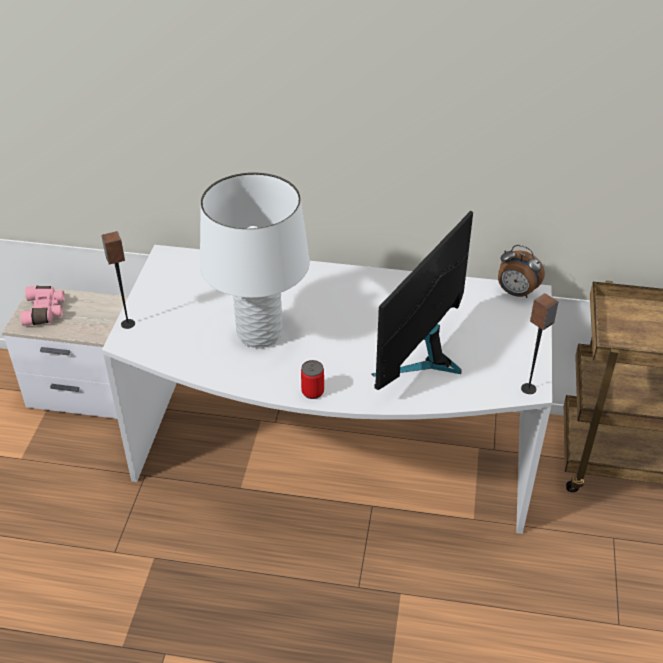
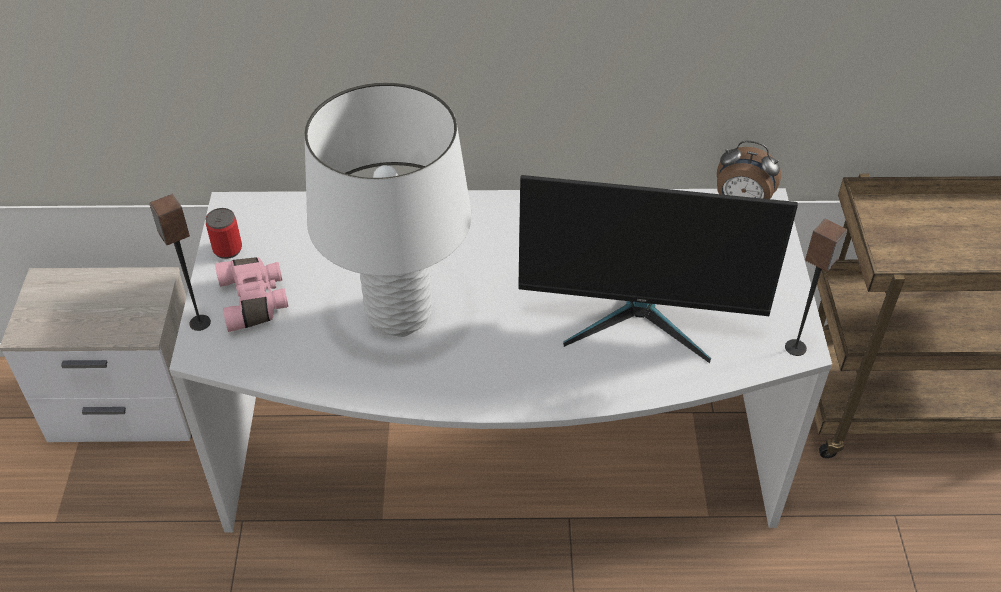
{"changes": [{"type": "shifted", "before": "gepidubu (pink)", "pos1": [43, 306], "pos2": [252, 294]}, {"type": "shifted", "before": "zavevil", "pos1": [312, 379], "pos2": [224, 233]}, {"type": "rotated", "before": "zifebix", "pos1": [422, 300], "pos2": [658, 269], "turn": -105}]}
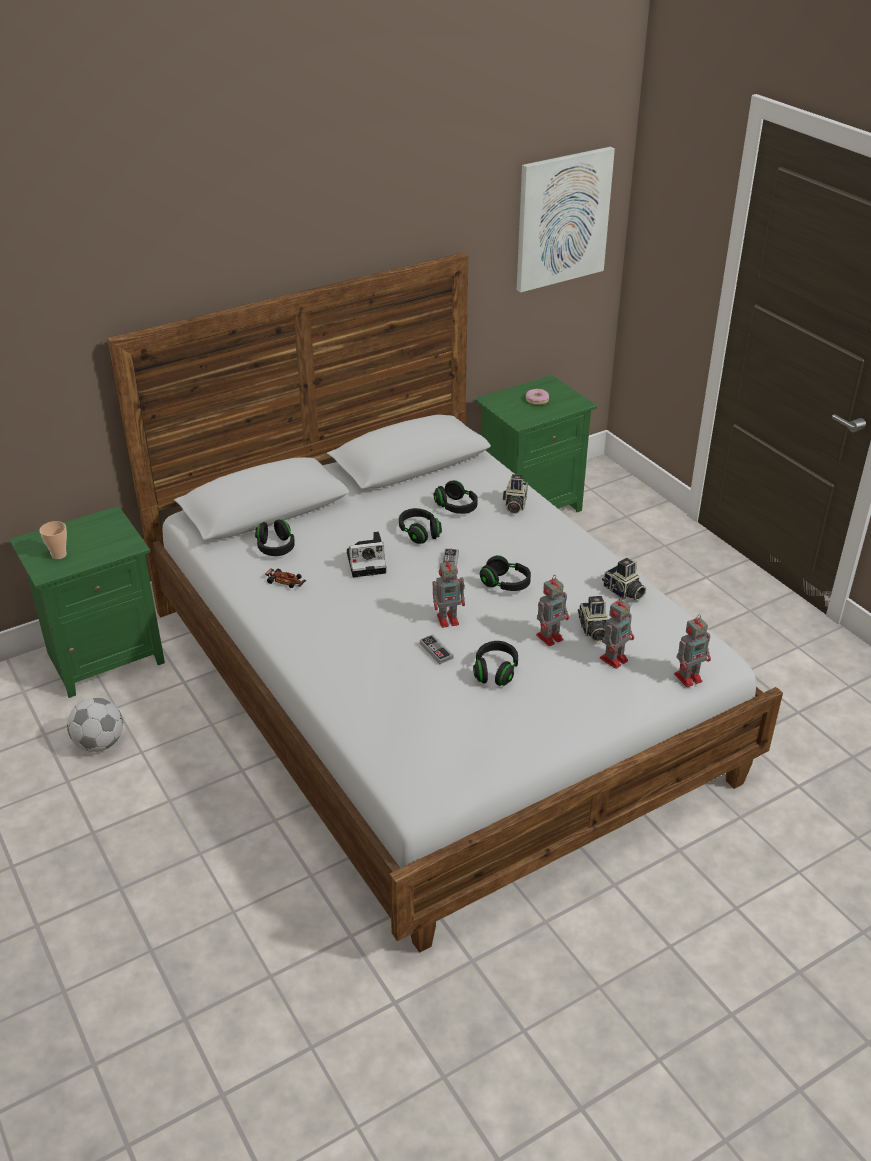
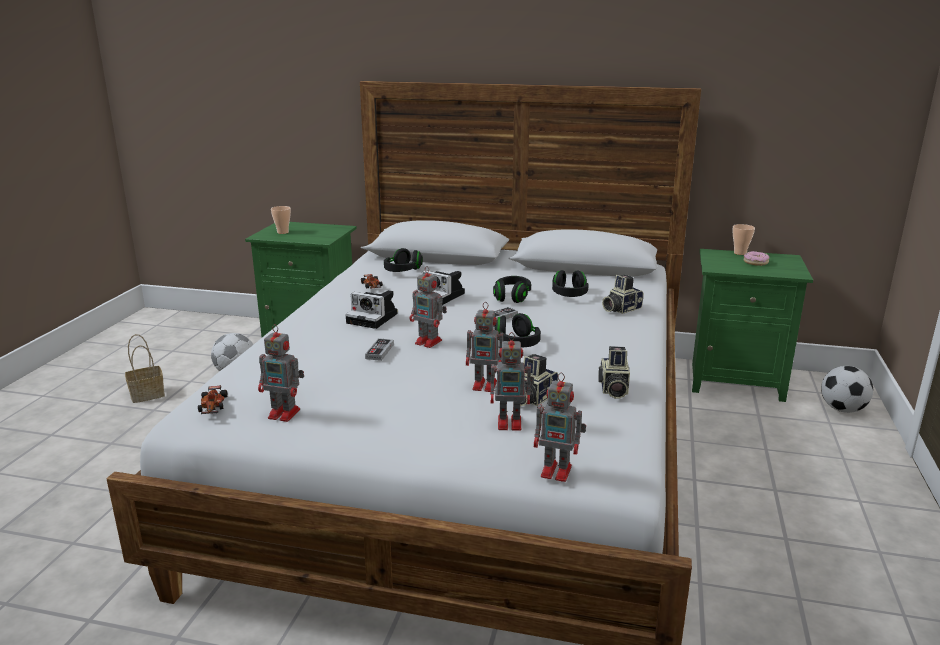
{"changes": [{"type": "gone", "before": "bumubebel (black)", "pos1": [495, 663]}, {"type": "gone", "before": "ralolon", "pos1": [566, 219]}, {"type": "new", "after": "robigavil", "pos2": [145, 368]}, {"type": "new", "after": "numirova", "pos2": [213, 399]}, {"type": "new", "after": "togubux", "pos2": [281, 373]}, {"type": "new", "after": "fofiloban", "pos2": [371, 309]}, {"type": "new", "after": "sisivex", "pos2": [743, 239]}, {"type": "new", "after": "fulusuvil", "pos2": [847, 389]}]}
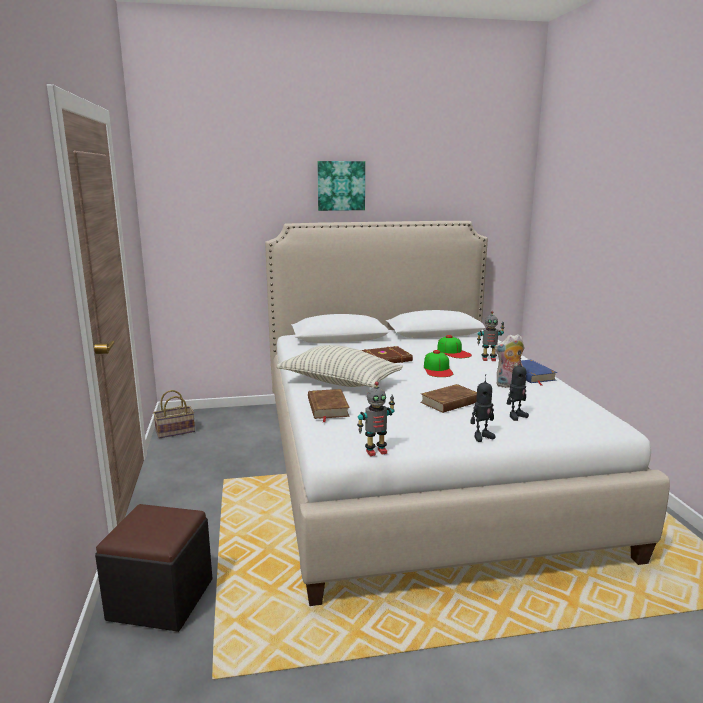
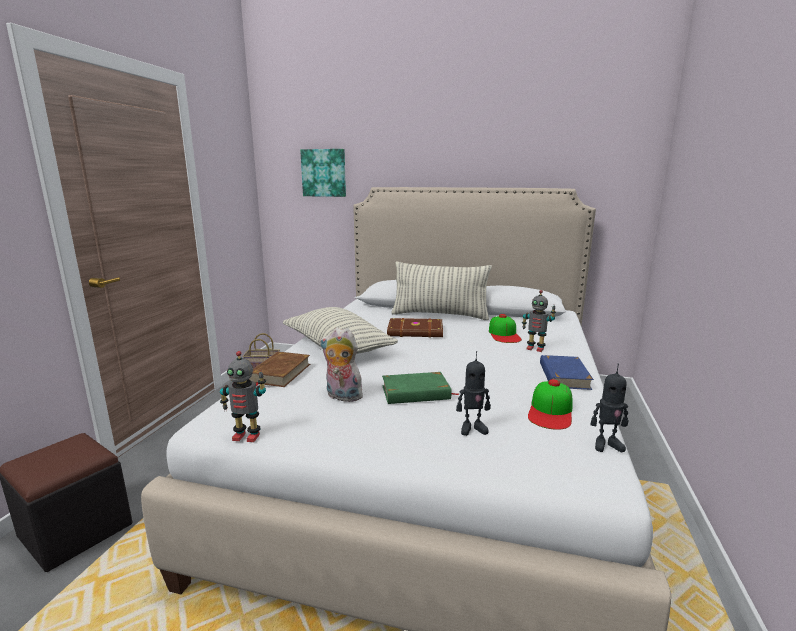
{"changes": [{"type": "shifted", "before": "ralolon", "pos1": [341, 186], "pos2": [323, 173]}, {"type": "repainted", "before": "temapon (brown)", "after": "temapon (green)", "pos1": [448, 398], "pos2": [420, 388]}, {"type": "shifted", "before": "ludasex", "pos1": [438, 363], "pos2": [550, 404]}, {"type": "shifted", "before": "togubux", "pos1": [482, 408], "pos2": [609, 407]}, {"type": "shifted", "before": "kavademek", "pos1": [510, 361], "pos2": [343, 364]}, {"type": "new", "after": "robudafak", "pos2": [441, 291]}]}
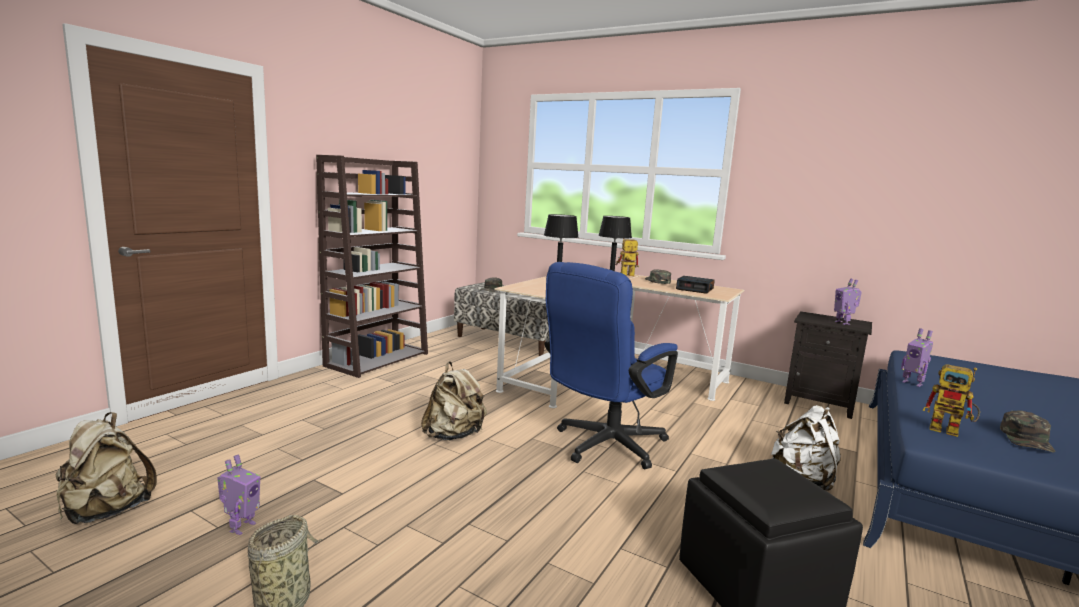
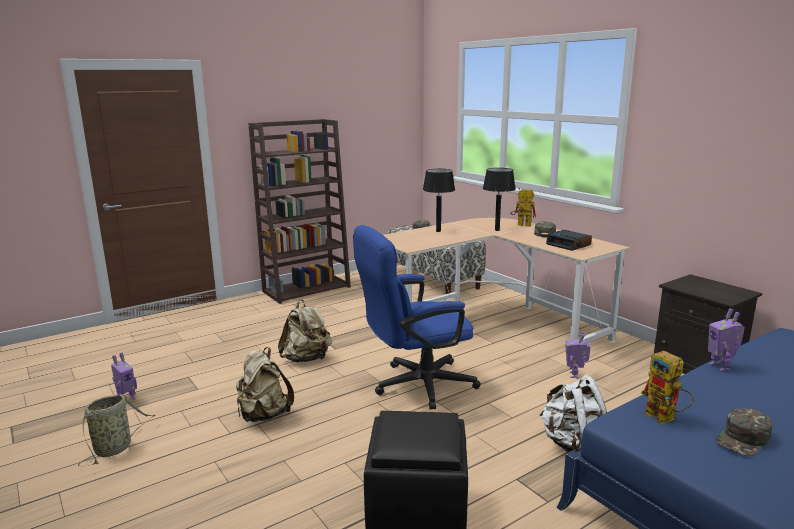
{"changes": [{"type": "shifted", "before": "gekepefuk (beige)", "pos1": [106, 468], "pos2": [265, 384]}, {"type": "shifted", "before": "togubux", "pos1": [848, 301], "pos2": [578, 355]}]}
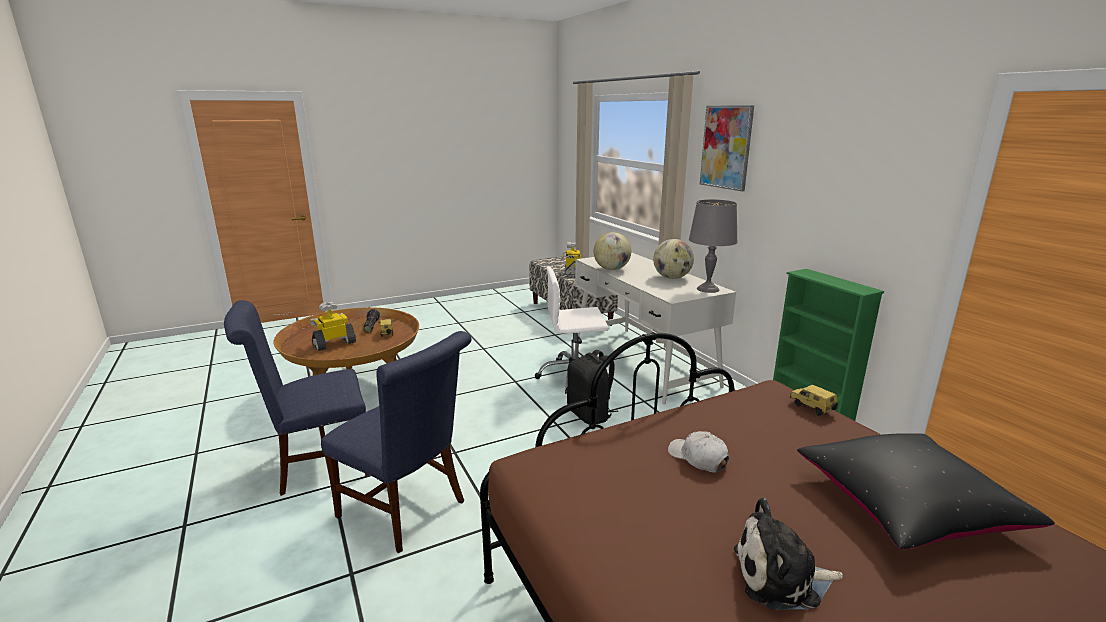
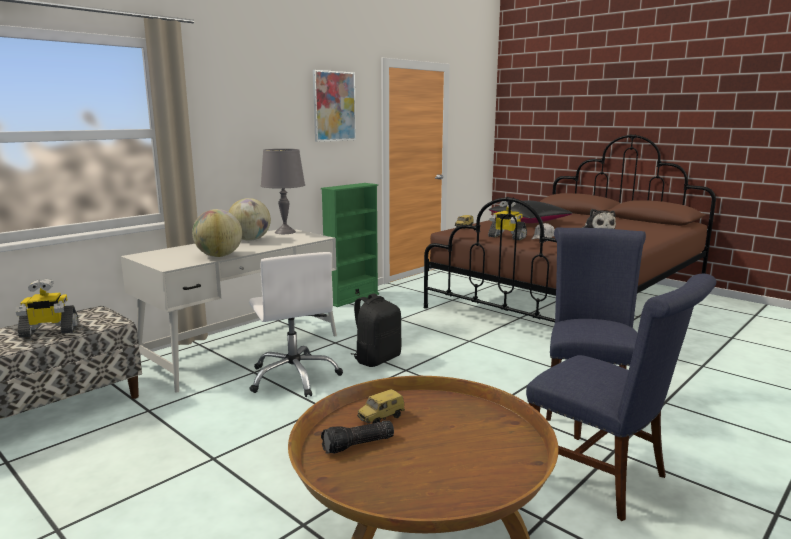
{"changes": [{"type": "shifted", "before": "togubux", "pos1": [333, 326], "pos2": [507, 220]}, {"type": "shifted", "before": "ralolon", "pos1": [727, 148], "pos2": [334, 106]}]}
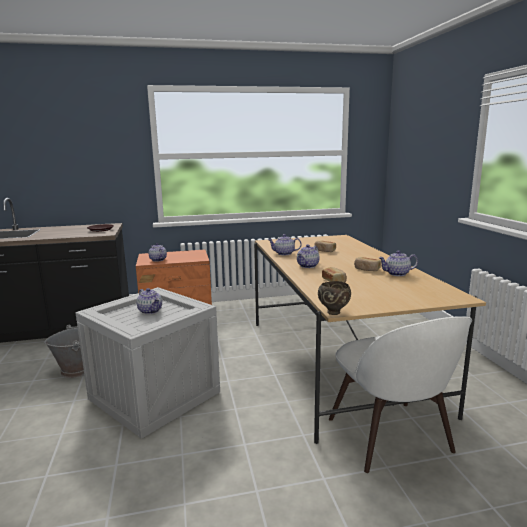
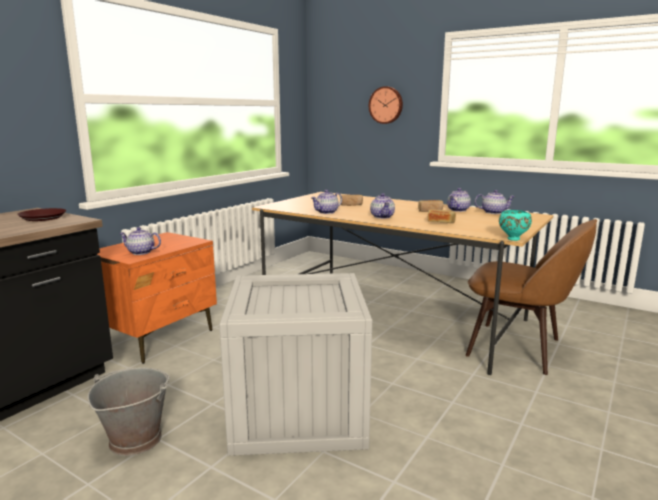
{"changes": [{"type": "shifted", "before": "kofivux", "pos1": [149, 301], "pos2": [495, 202]}, {"type": "repainted", "before": "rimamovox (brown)", "after": "rimamovox (turquoise)", "pos1": [334, 298], "pos2": [515, 225]}, {"type": "repainted", "before": "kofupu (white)", "after": "kofupu (brown)", "pos1": [400, 394], "pos2": [531, 297]}, {"type": "new", "after": "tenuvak", "pos2": [386, 105]}]}
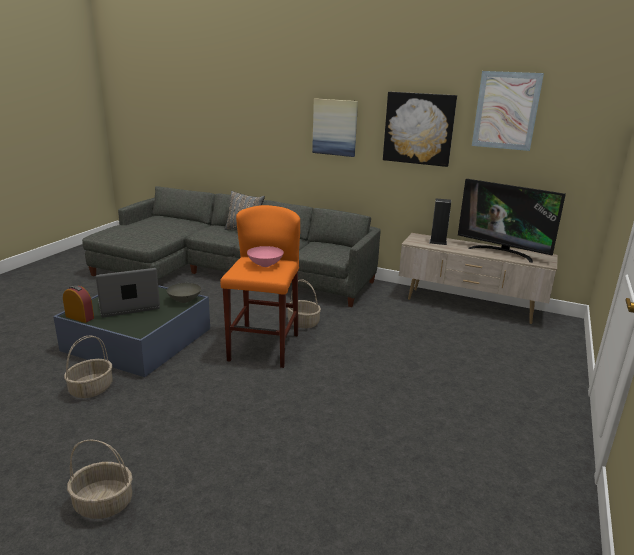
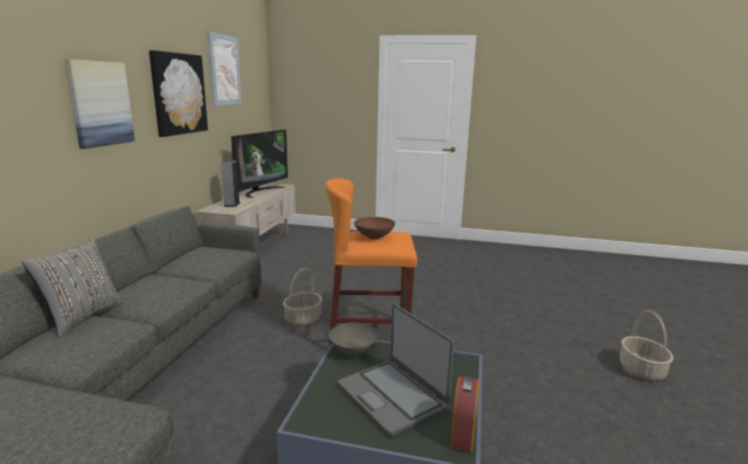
{"changes": [{"type": "gone", "before": "robigavil", "pos1": [88, 366]}, {"type": "repainted", "before": "rimamovox (pink)", "after": "rimamovox (brown)", "pos1": [265, 256], "pos2": [374, 228]}]}
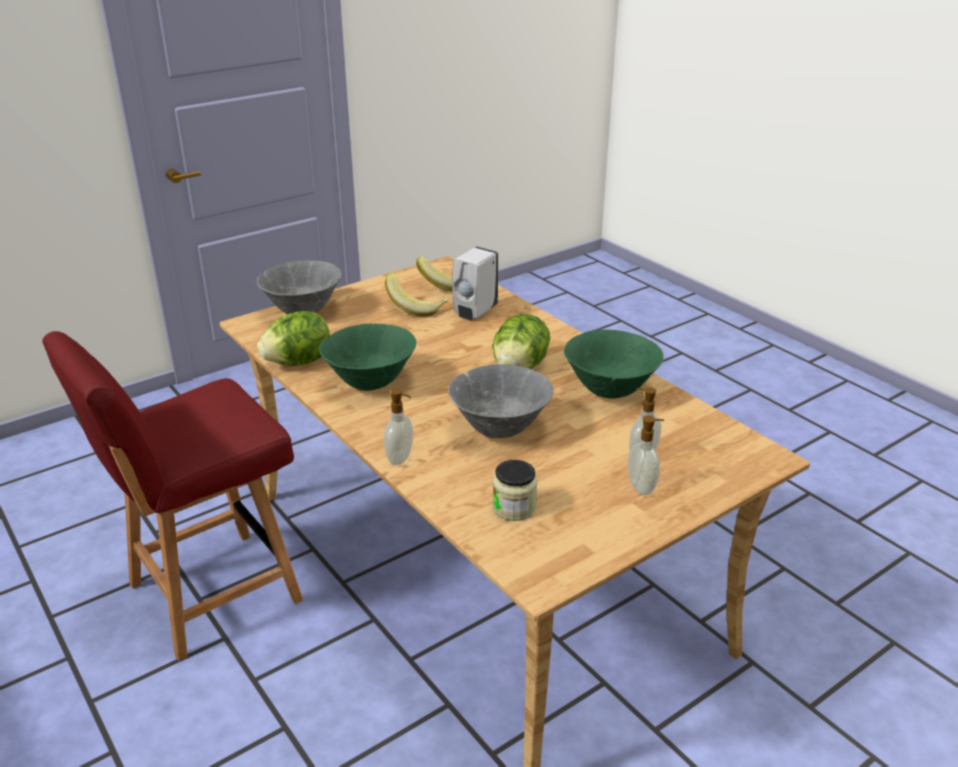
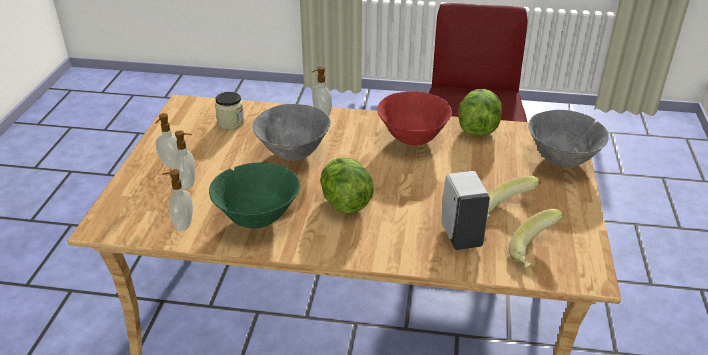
{"changes": [{"type": "repainted", "before": "rimamovox (green)", "after": "rimamovox (red)", "pos1": [368, 357], "pos2": [414, 118]}, {"type": "new", "after": "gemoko", "pos2": [177, 200]}]}
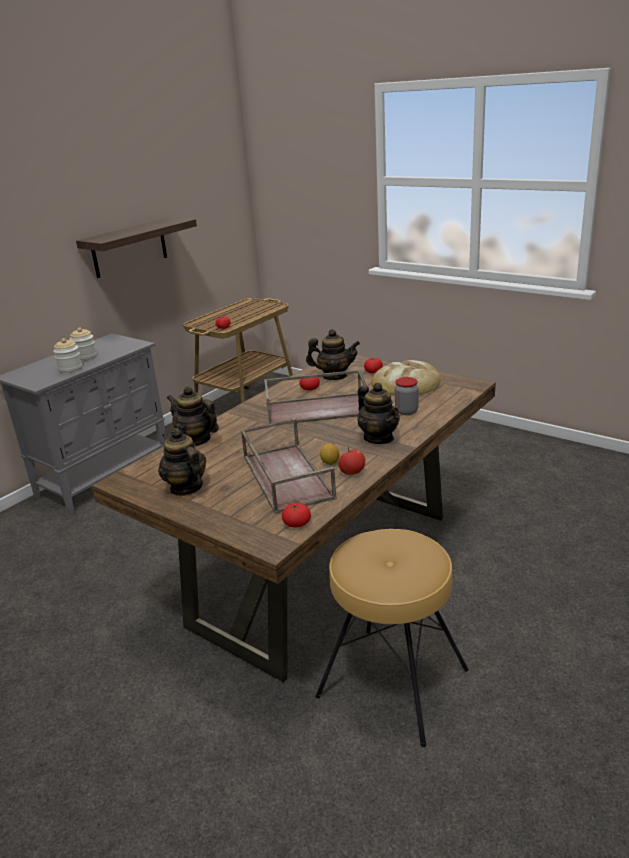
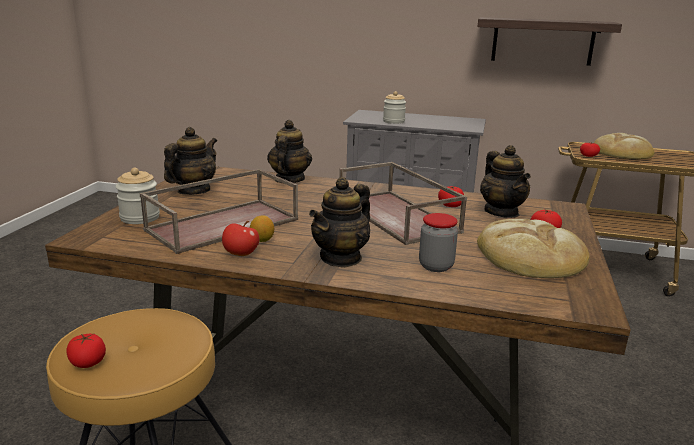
{"changes": [{"type": "shifted", "before": "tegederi", "pos1": [83, 344], "pos2": [138, 196]}, {"type": "shifted", "before": "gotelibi", "pos1": [296, 515], "pos2": [86, 350]}, {"type": "new", "after": "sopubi", "pos2": [624, 146]}]}
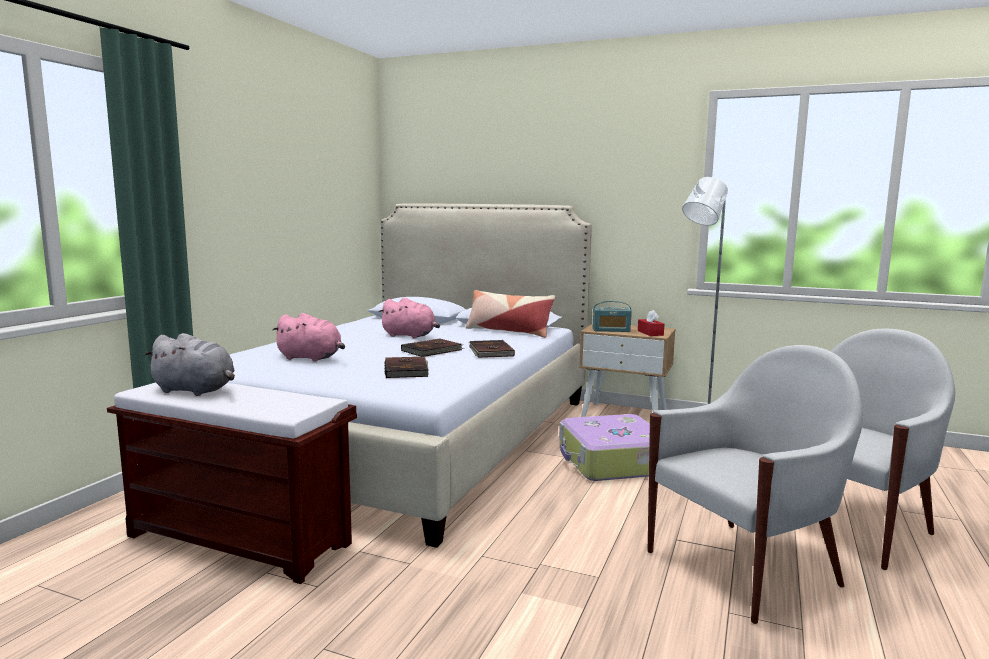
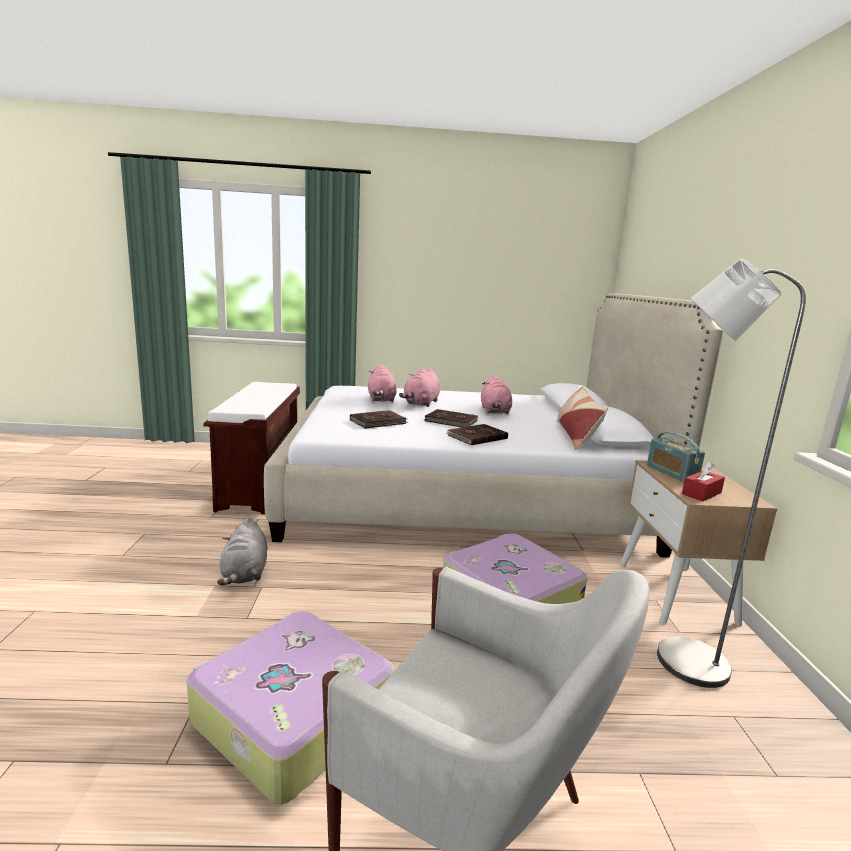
{"changes": [{"type": "shifted", "before": "kavademek (grey)", "pos1": [189, 364], "pos2": [242, 551]}, {"type": "swapped", "before": "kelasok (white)", "after": "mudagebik", "pos1": [755, 484], "pos2": [290, 707]}, {"type": "new", "after": "kavademek (pink)", "pos2": [419, 387]}]}
